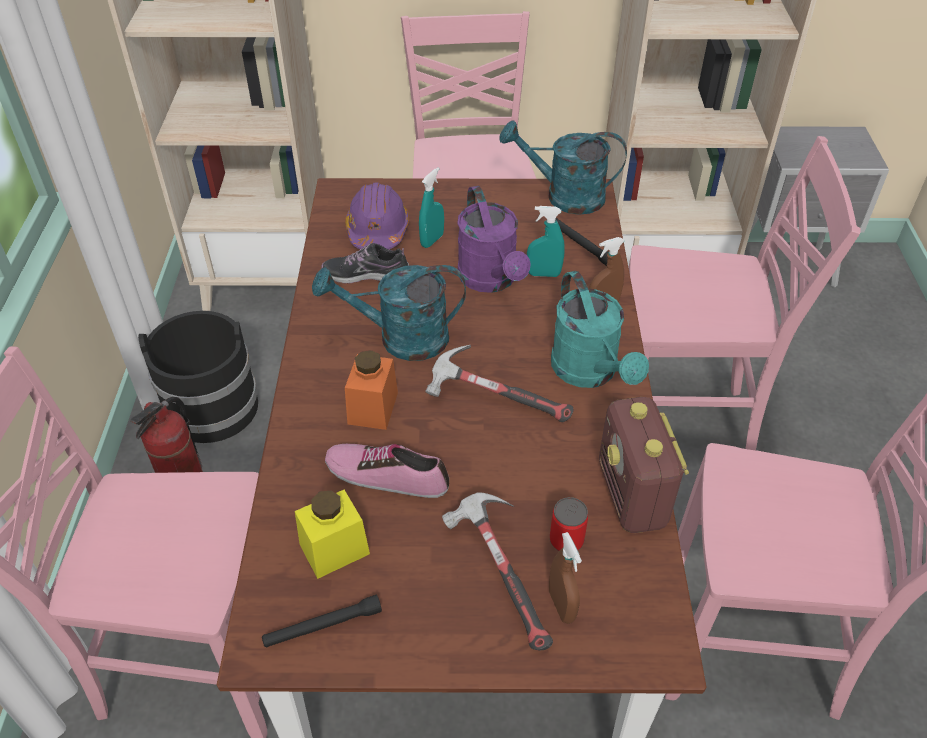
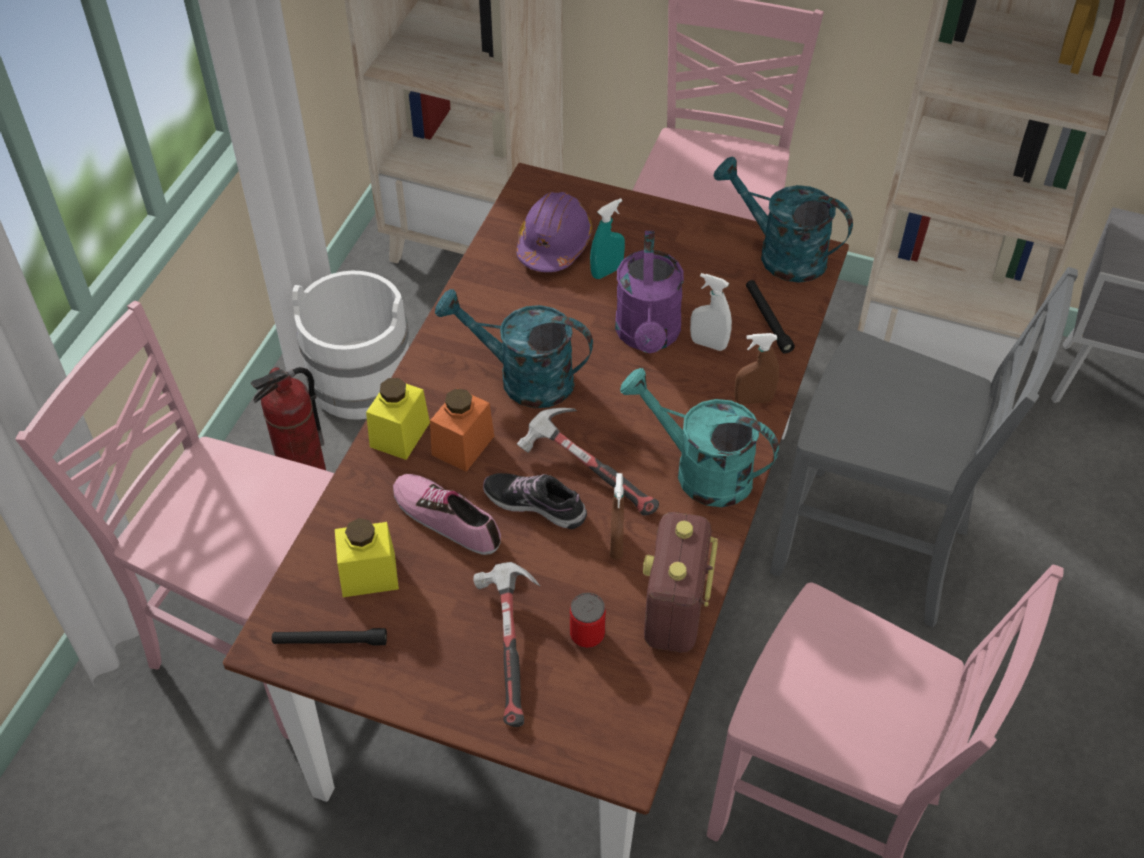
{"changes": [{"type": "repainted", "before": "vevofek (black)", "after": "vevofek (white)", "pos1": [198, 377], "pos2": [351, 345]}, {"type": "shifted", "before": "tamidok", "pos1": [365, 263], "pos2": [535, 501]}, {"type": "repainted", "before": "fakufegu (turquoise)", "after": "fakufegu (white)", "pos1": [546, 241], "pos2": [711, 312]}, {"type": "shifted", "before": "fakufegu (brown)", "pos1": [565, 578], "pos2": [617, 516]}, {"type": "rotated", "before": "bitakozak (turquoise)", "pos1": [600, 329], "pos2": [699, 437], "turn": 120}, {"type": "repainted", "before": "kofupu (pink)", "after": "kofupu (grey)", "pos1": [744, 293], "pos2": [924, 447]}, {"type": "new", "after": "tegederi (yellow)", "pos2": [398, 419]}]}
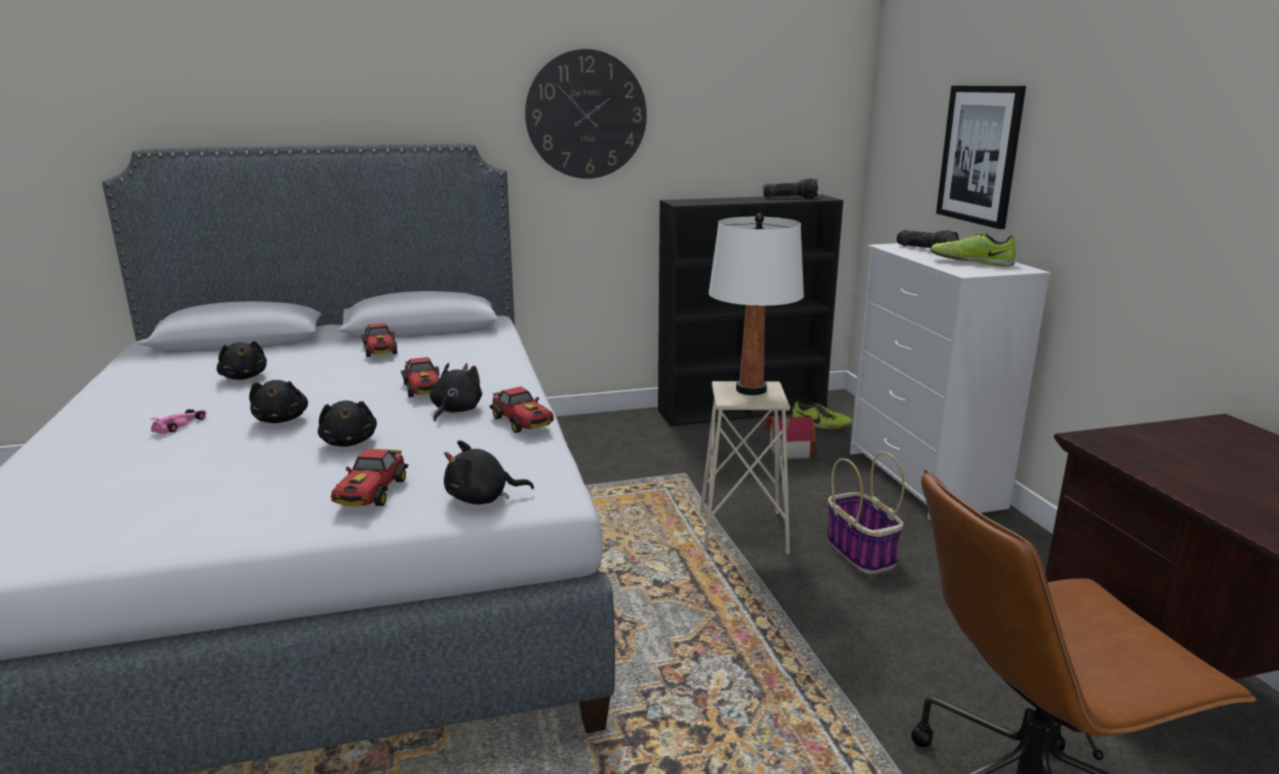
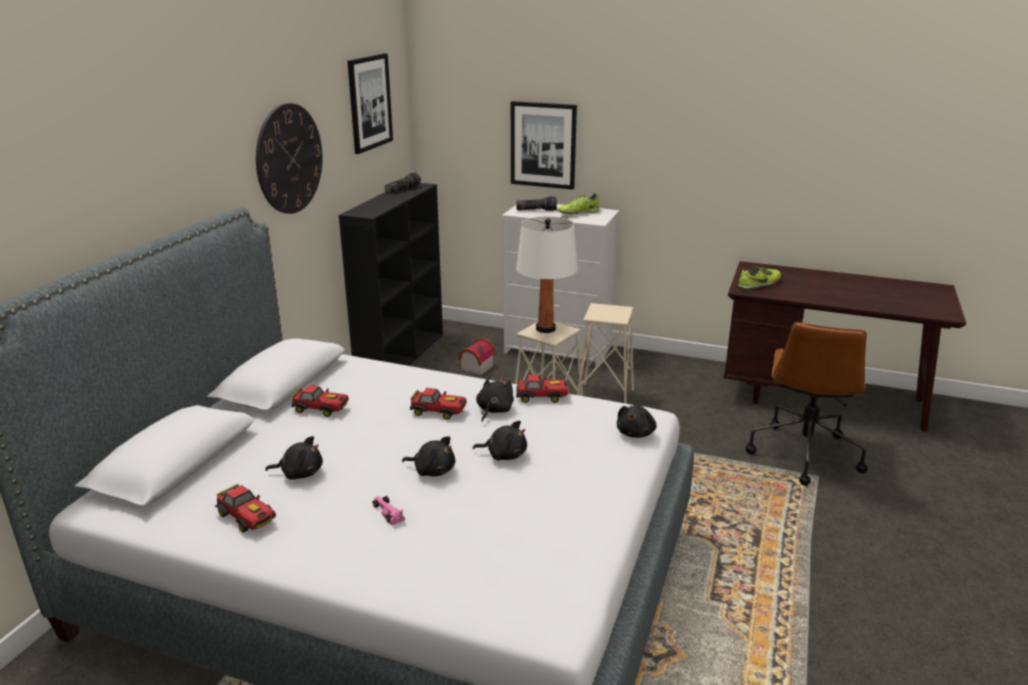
{"changes": [{"type": "shifted", "before": "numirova", "pos1": [369, 478], "pos2": [245, 508]}, {"type": "rotated", "before": "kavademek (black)", "pos1": [456, 392], "pos2": [495, 398], "turn": 60}, {"type": "shifted", "before": "tamidok", "pos1": [822, 415], "pos2": [759, 278]}, {"type": "swapped", "before": "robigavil", "after": "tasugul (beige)", "pos1": [866, 513], "pos2": [605, 353]}, {"type": "new", "after": "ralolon", "pos2": [370, 103]}]}
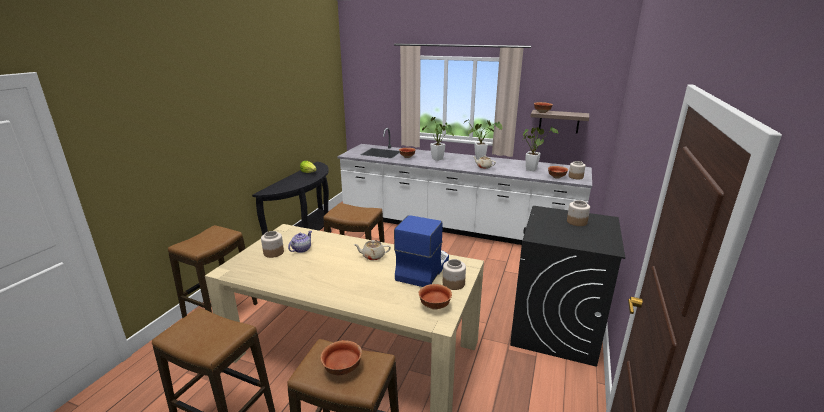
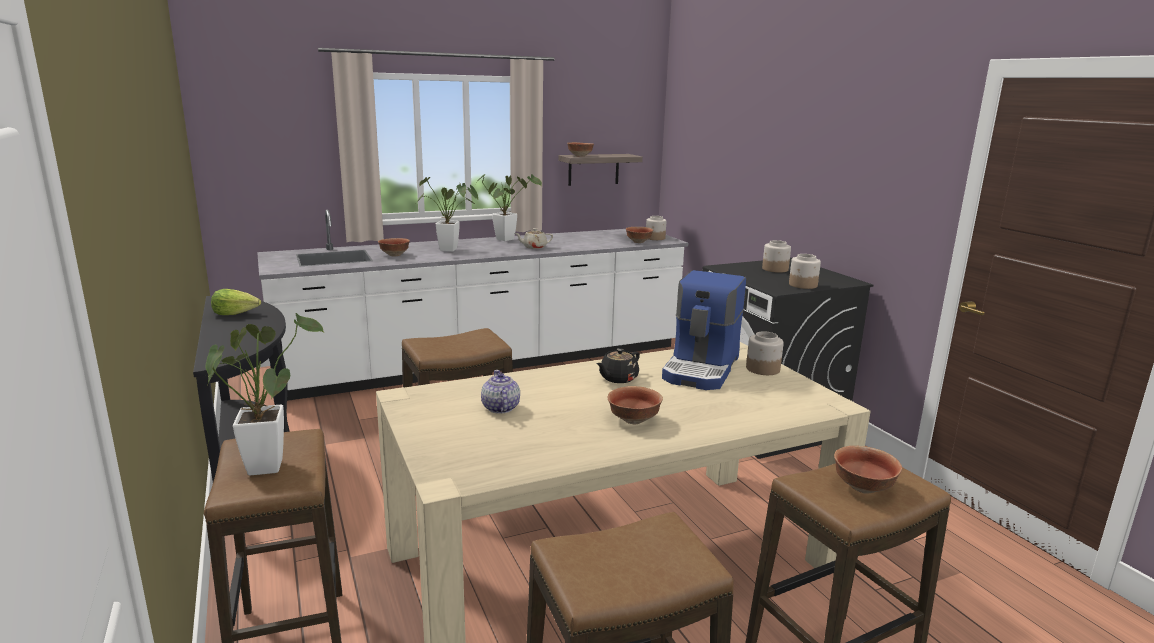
{"changes": [{"type": "shifted", "before": "tegederi", "pos1": [272, 244], "pos2": [805, 271]}, {"type": "repainted", "before": "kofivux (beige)", "after": "kofivux (black)", "pos1": [372, 250], "pos2": [618, 365]}, {"type": "rotated", "before": "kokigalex", "pos1": [421, 251], "pos2": [704, 330], "turn": -135}, {"type": "shifted", "before": "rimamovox", "pos1": [435, 297], "pos2": [635, 405]}, {"type": "shifted", "before": "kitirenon", "pos1": [540, 148], "pos2": [264, 394]}]}
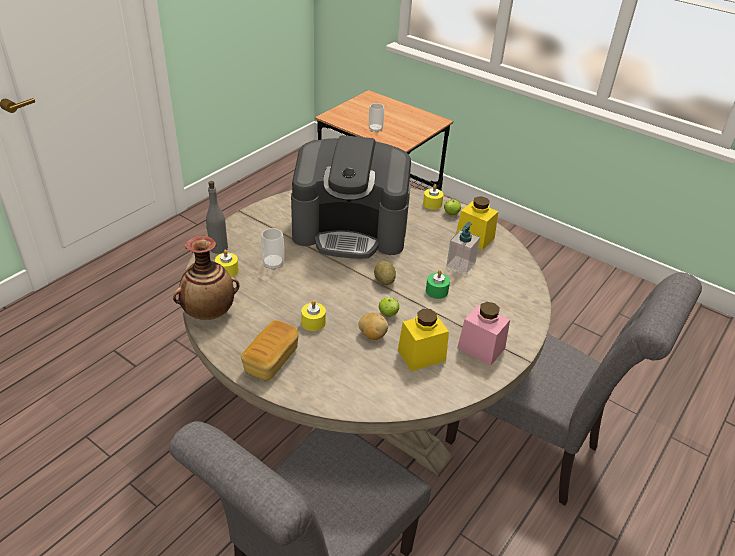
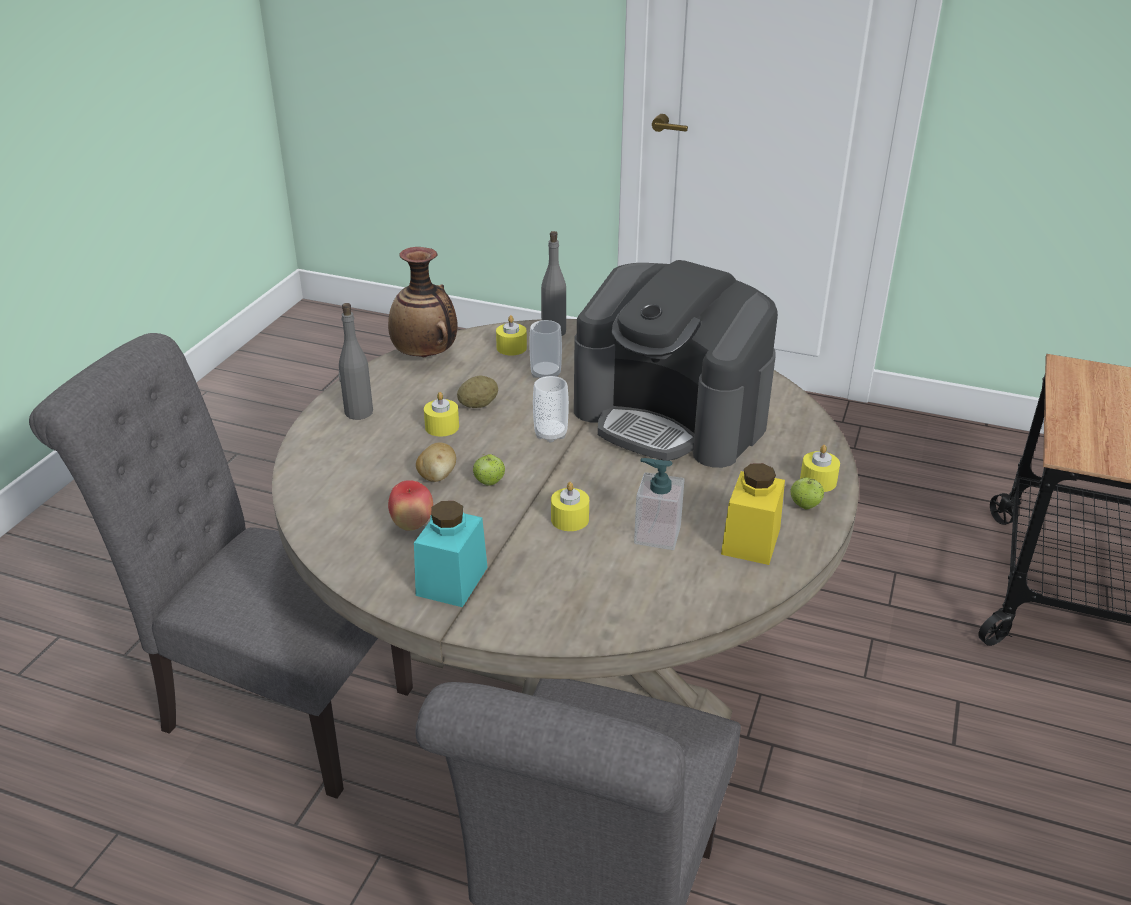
{"changes": [{"type": "swapped", "before": "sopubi", "after": "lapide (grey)", "pos1": [270, 350], "pos2": [356, 361]}, {"type": "rotated", "before": "kokigalex", "pos1": [351, 197], "pos2": [676, 364], "turn": -45}, {"type": "shifted", "before": "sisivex", "pos1": [376, 118], "pos2": [551, 409]}, {"type": "shifted", "before": "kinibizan", "pos1": [385, 272], "pos2": [477, 392]}, {"type": "swapped", "before": "tegederi (yellow)", "after": "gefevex", "pos1": [423, 340], "pos2": [410, 505]}, {"type": "repainted", "before": "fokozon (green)", "after": "fokozon (yellow)", "pos1": [438, 284], "pos2": [570, 506]}, {"type": "repainted", "before": "tegederi (pink)", "after": "tegederi (turquoise)", "pos1": [483, 334], "pos2": [451, 554]}]}
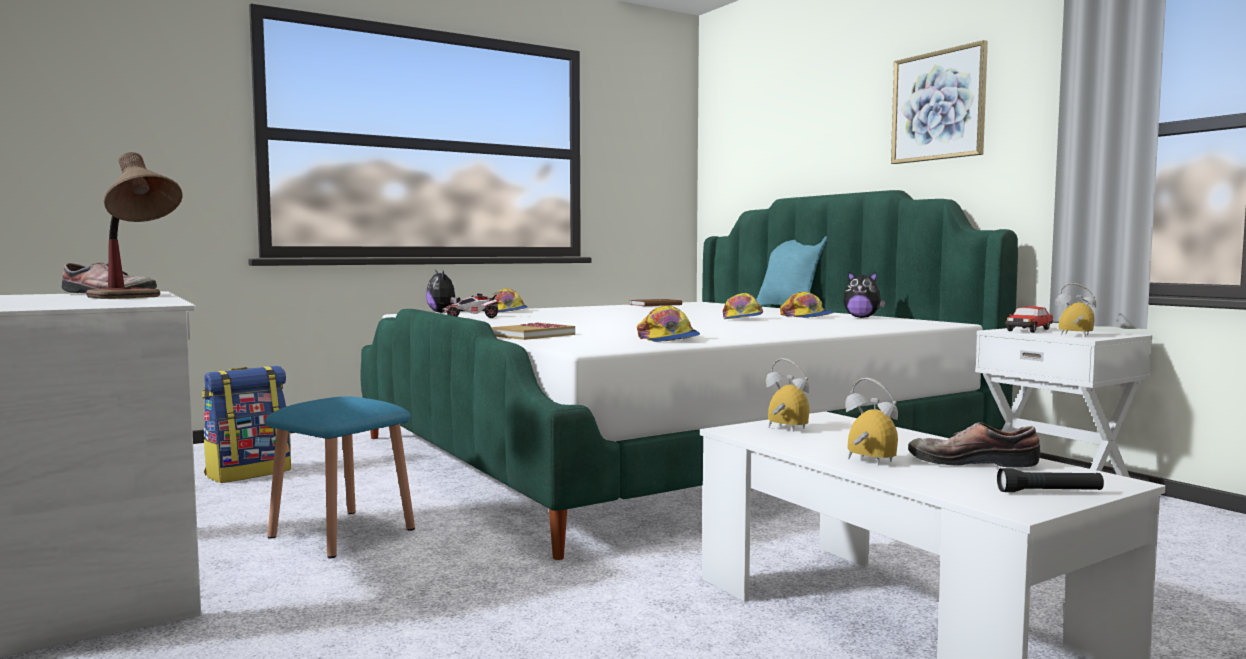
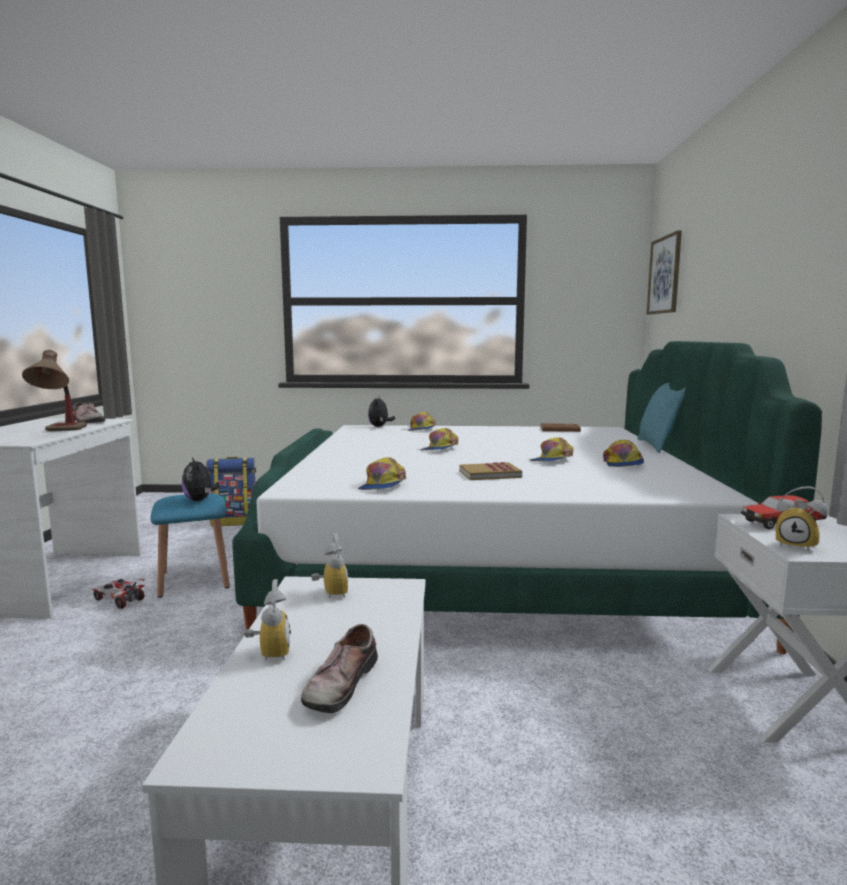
{"changes": [{"type": "shifted", "before": "numirova", "pos1": [472, 304], "pos2": [118, 593]}, {"type": "shifted", "before": "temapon", "pos1": [533, 331], "pos2": [490, 471]}, {"type": "shifted", "before": "kavademek", "pos1": [864, 294], "pos2": [200, 479]}, {"type": "shifted", "before": "ralolon", "pos1": [939, 102], "pos2": [664, 272]}, {"type": "rotated", "before": "tamidok", "pos1": [974, 444], "pos2": [339, 668], "turn": -120}, {"type": "gone", "before": "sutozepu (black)", "pos1": [1050, 480]}, {"type": "rotated", "before": "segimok", "pos1": [1076, 310], "pos2": [802, 518], "turn": 150}, {"type": "new", "after": "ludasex", "pos2": [440, 439]}]}
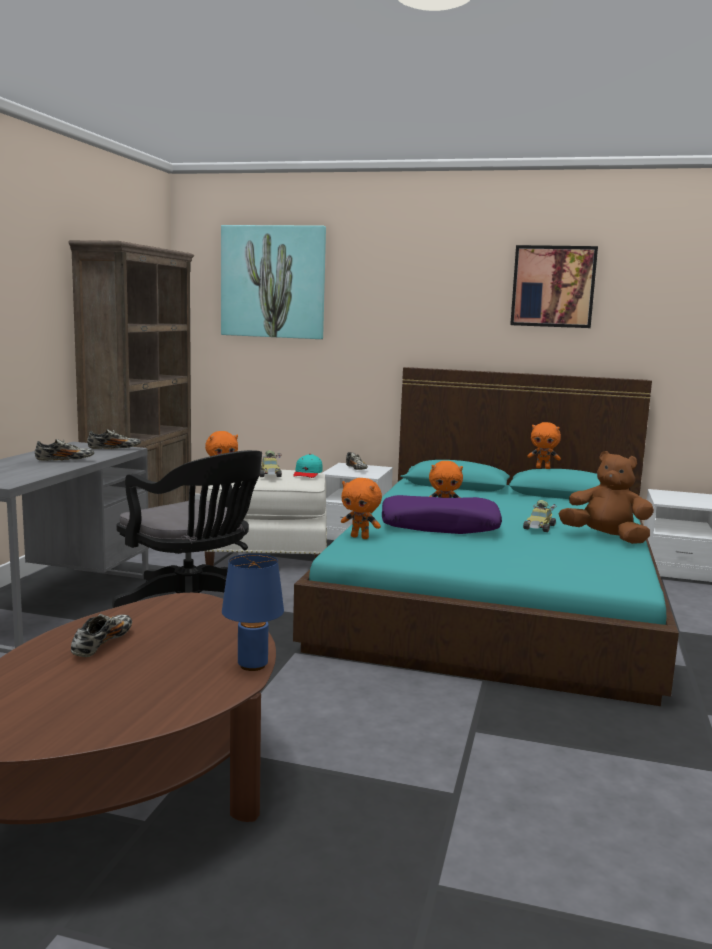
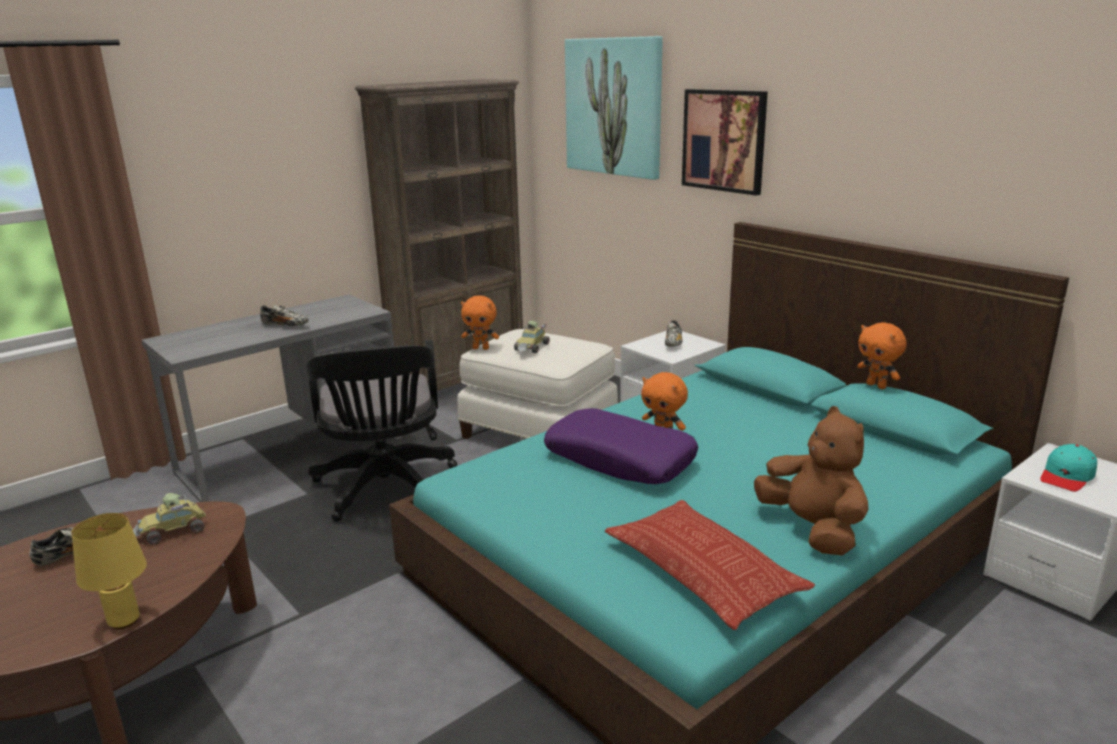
{"changes": [{"type": "gone", "before": "tamidok", "pos1": [114, 439]}, {"type": "repainted", "before": "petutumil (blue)", "after": "petutumil (yellow)", "pos1": [253, 612], "pos2": [109, 571]}, {"type": "shifted", "before": "ludasex (turquoise)", "pos1": [308, 466], "pos2": [1068, 468]}, {"type": "gone", "before": "kavademek (orange)", "pos1": [361, 508]}, {"type": "shifted", "before": "ralolon", "pos1": [554, 286], "pos2": [725, 142]}, {"type": "shifted", "before": "numirova", "pos1": [540, 516], "pos2": [169, 519]}, {"type": "new", "after": "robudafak", "pos2": [710, 565]}]}
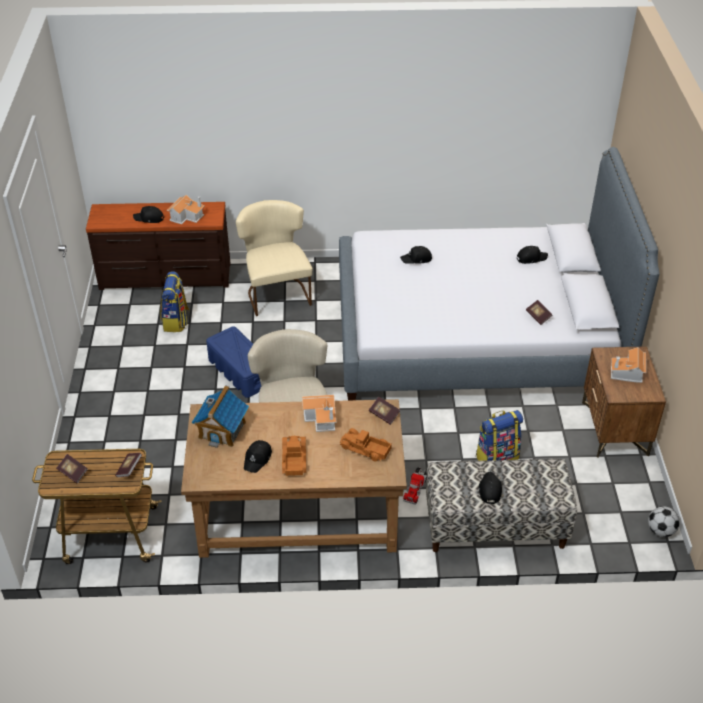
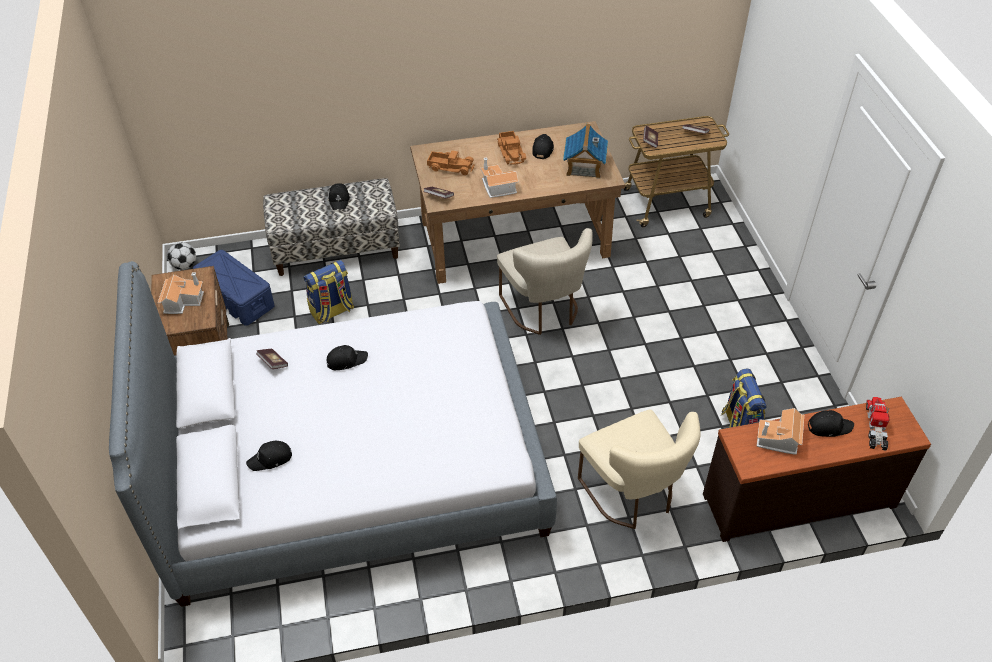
{"changes": [{"type": "shifted", "before": "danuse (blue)", "pos1": [233, 362], "pos2": [234, 288]}, {"type": "shifted", "before": "ludasex (black)", "pos1": [416, 255], "pos2": [347, 357]}, {"type": "shifted", "before": "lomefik", "pos1": [415, 486], "pos2": [878, 424]}]}
